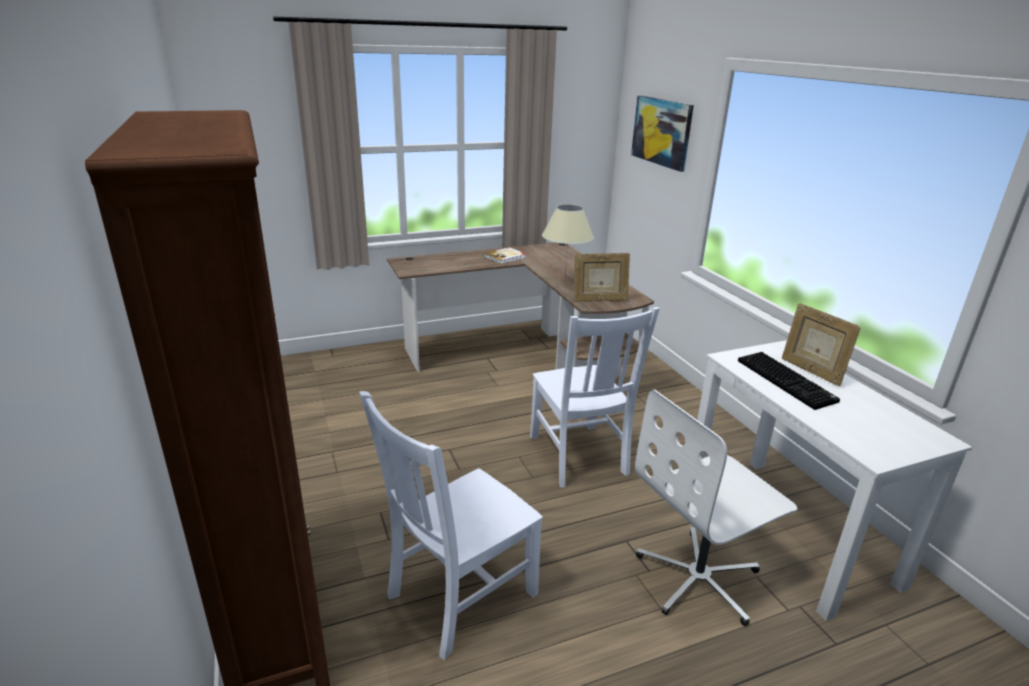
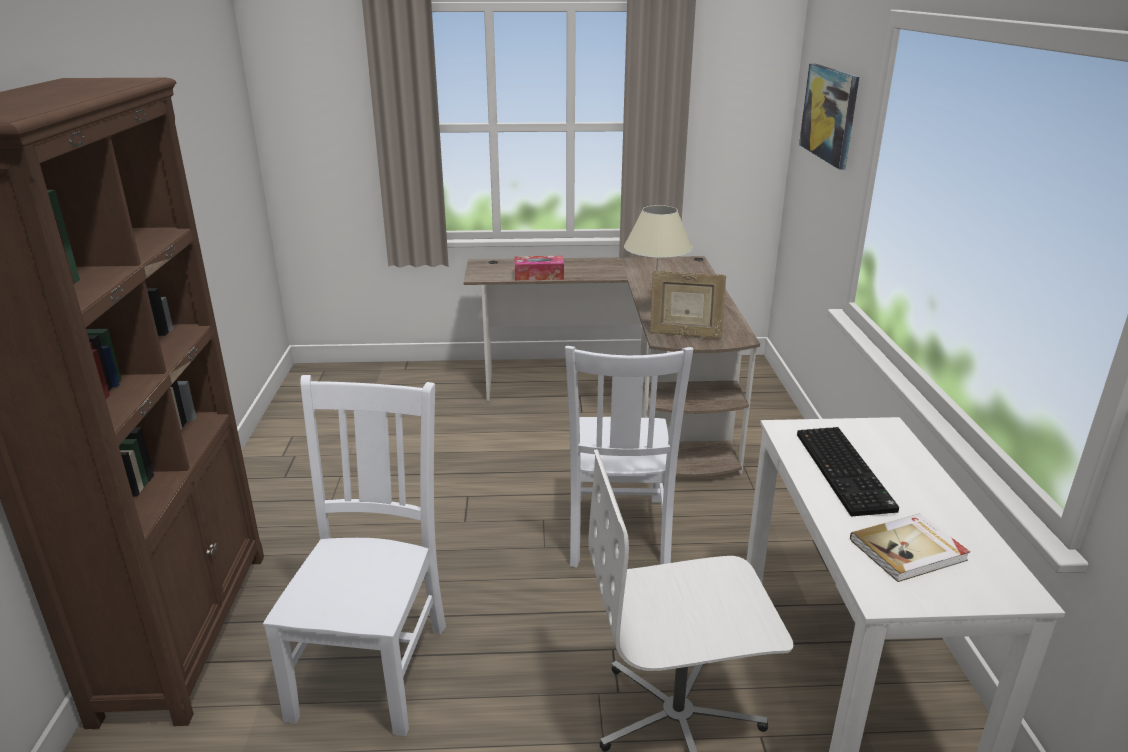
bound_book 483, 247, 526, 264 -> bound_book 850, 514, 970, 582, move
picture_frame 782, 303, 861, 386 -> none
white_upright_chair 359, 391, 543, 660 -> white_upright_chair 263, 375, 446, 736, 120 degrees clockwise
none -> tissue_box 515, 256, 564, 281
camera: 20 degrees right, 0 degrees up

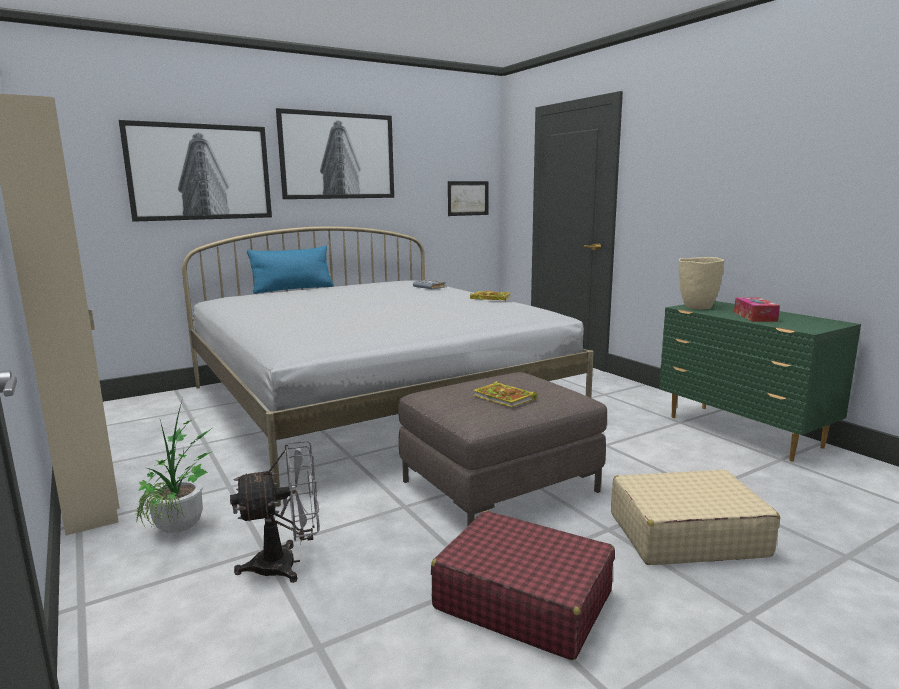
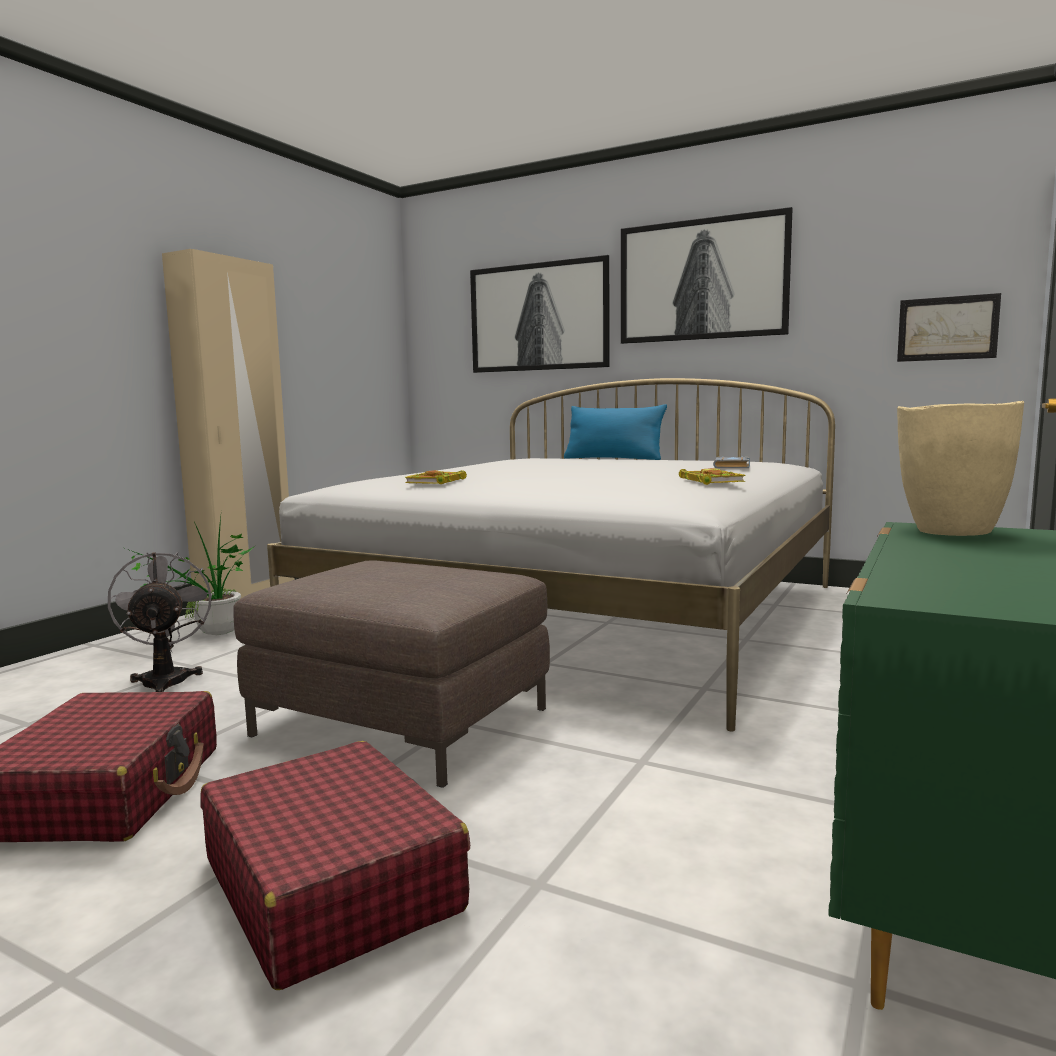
tissue_box 734, 297, 780, 322 -> none
bound_book 473, 381, 537, 407 -> bound_book 405, 470, 467, 484, move
grey_fan 230, 441, 320, 583 -> grey_fan 108, 552, 213, 692, 150 degrees counterclockwise
sand-coloured_travel_case 611, 469, 780, 565 -> reddish_travel_case 200, 741, 470, 990
camera: 60 degrees right, 5 degrees down

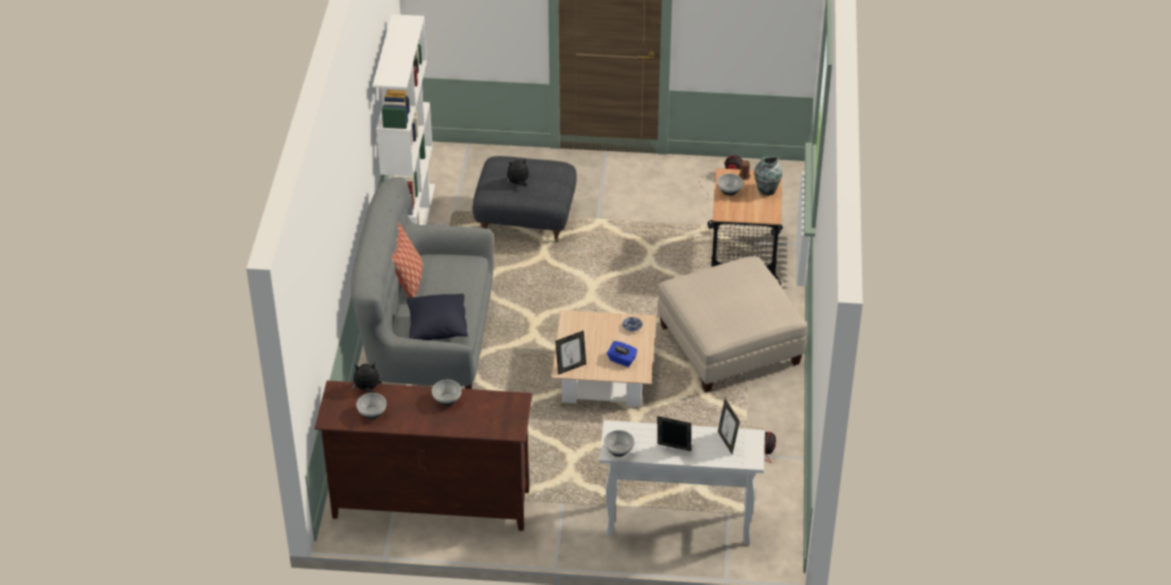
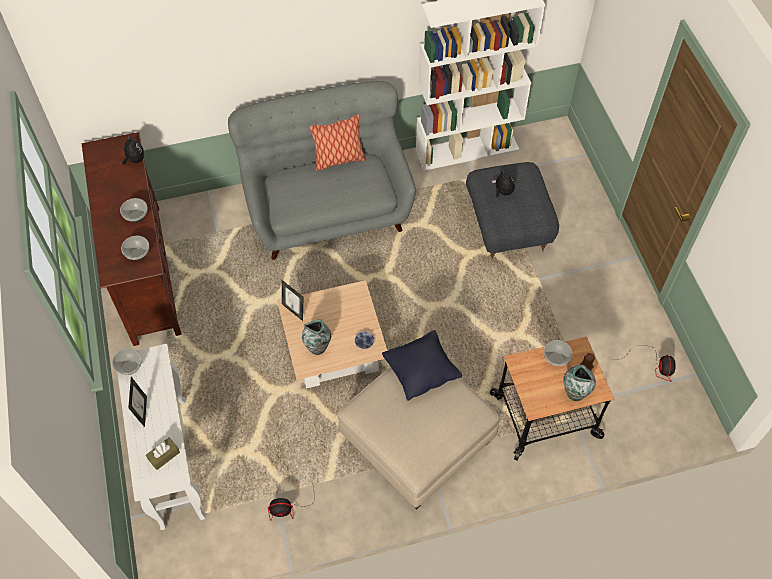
black-coloured_cushion 407, 294, 468, 340 -> black-coloured_cushion 382, 330, 462, 401, move
blue-coloured_tissue_box 607, 341, 638, 367 -> decorative_vase 302, 319, 331, 355
bowl 356, 393, 386, 419 -> bowl 121, 236, 149, 261, move
picture_frame 718, 399, 740, 454 -> brown-coloured_tissue_box 146, 437, 180, 470
camera: 70 degrees right, 15 degrees up

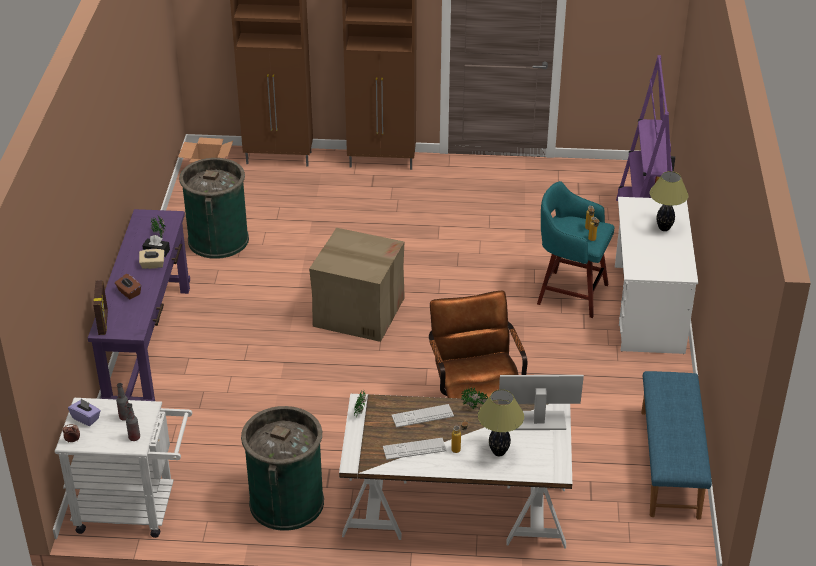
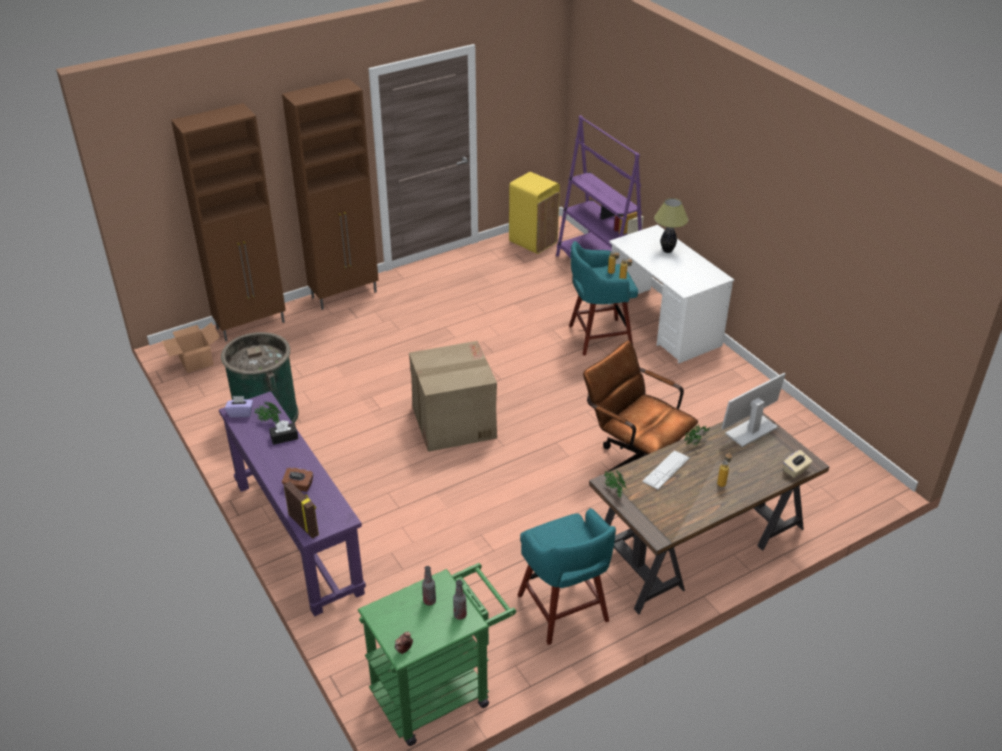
sand-coloured_tissue_box 139, 249, 165, 269 -> sand-coloured_tissue_box 783, 450, 813, 478, move
blue-coloured_long_seat 641, 371, 712, 520 -> none
tabletop_lamp 478, 389, 524, 456 -> none
white_desk_table 339, 394, 572, 548 -> brown-coloured_desk_table 589, 413, 829, 614
white_cart 55, 398, 192, 538 -> green-coloured_cart 358, 563, 516, 746
purple_tissue_box 68, 399, 101, 426 -> purple_tissue_box 225, 396, 253, 418, move
green-coloured_trash_can 241, 406, 324, 531 -> turquoise_stool 518, 508, 616, 645
computer_keyboard 383, 438, 447, 460 -> none
none -> yellow-coloured_trash_can 509, 172, 560, 254
camera: 35 degrees left, 0 degrees up

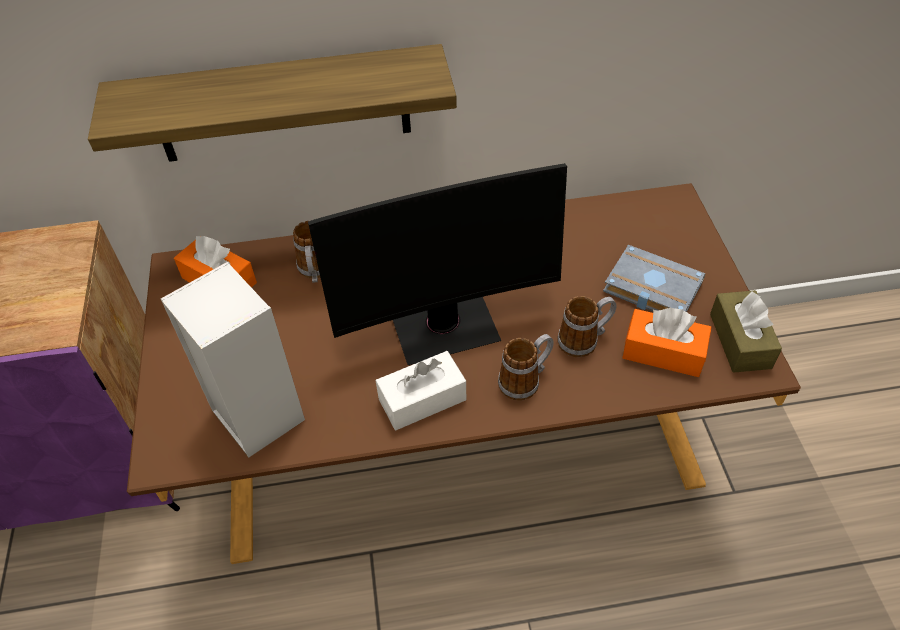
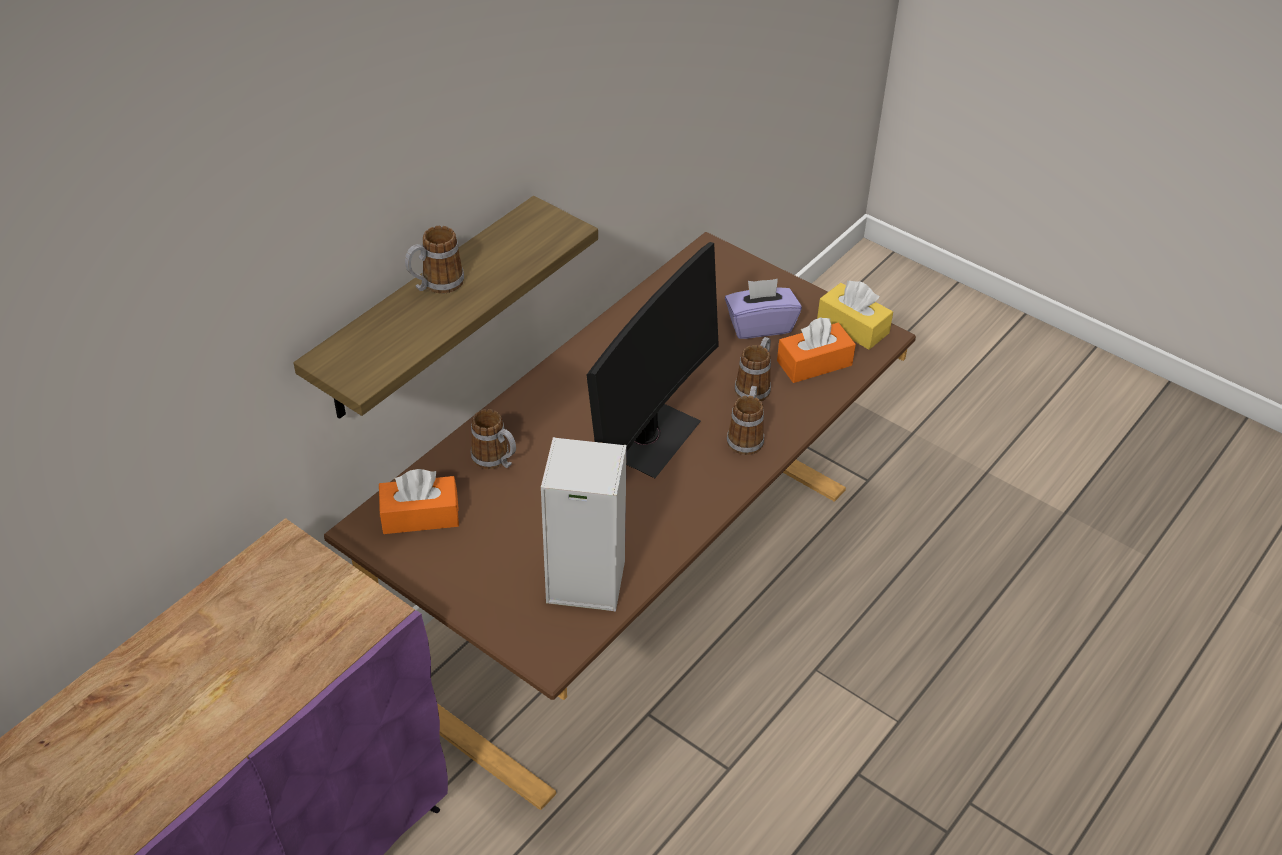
grey_bound_book 603, 245, 705, 312 -> purple_tissue_box 725, 279, 802, 339
brown-coloured_tissue_box 710, 290, 782, 373 -> yellow-coloured_tissue_box 817, 281, 893, 350
white_tissue_box 376, 351, 466, 430 -> none
none -> coffee_mug 405, 226, 464, 293
camera: 45 degrees left, 5 degrees down

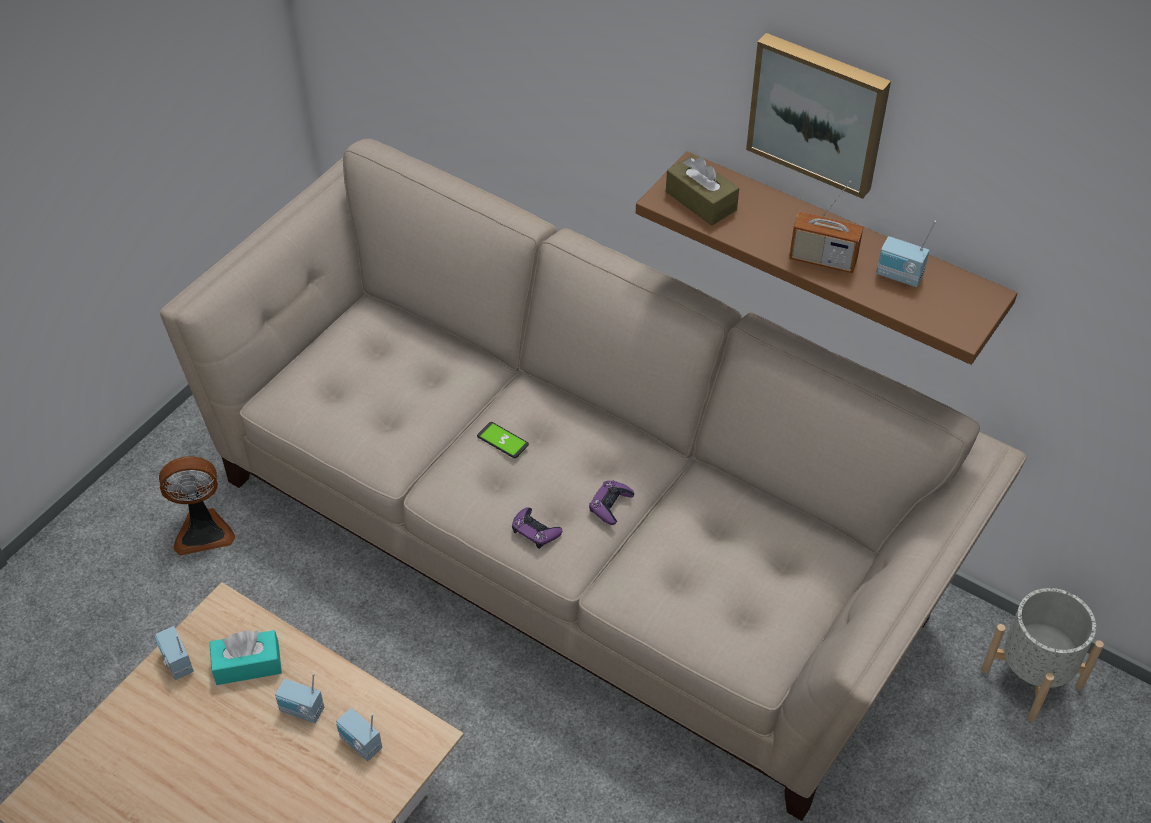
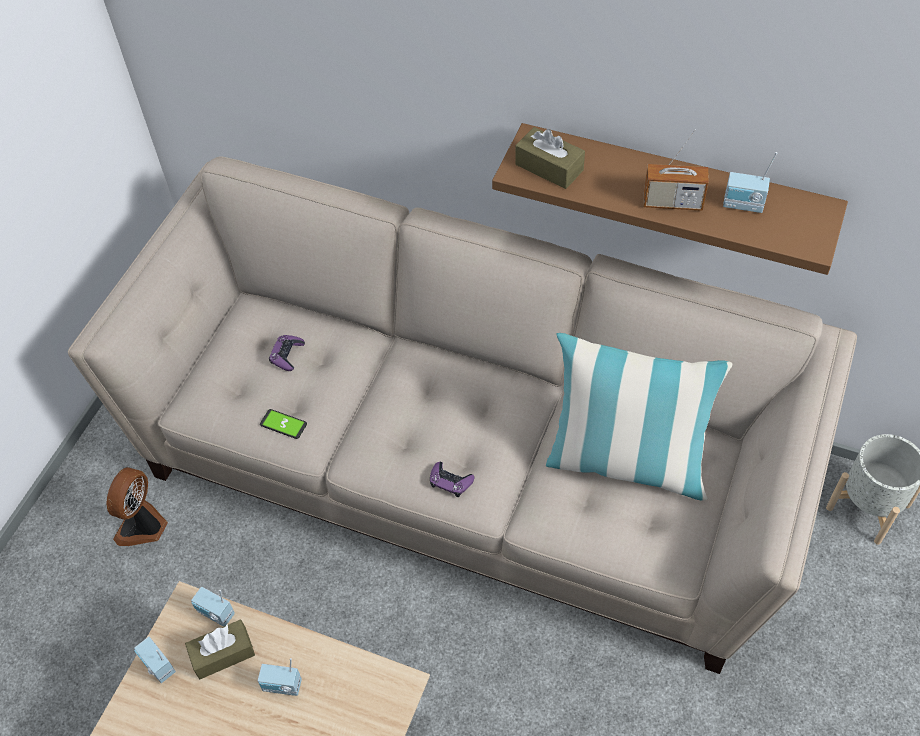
wall_art 746, 33, 891, 199 -> none
handset 477, 422, 529, 458 -> handset 260, 409, 307, 439, move
fan 159, 456, 235, 556 -> fan 107, 467, 168, 546, 135 degrees clockwise
purple_game_controller 589, 480, 634, 525 -> purple_game_controller 269, 335, 305, 371, move
turquoise_tissue_box 210, 630, 282, 685 -> brown-coloured_tissue_box 185, 620, 255, 679
radio_set 336, 708, 382, 761 -> radio_set 191, 586, 235, 627, move
none -> cushion 546, 333, 732, 501
camera: 10 degrees left, 5 degrees up

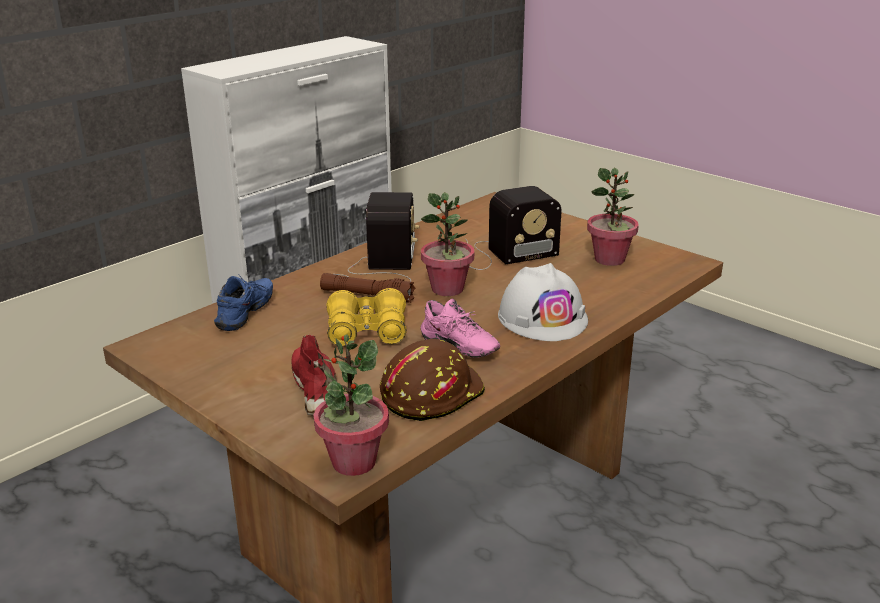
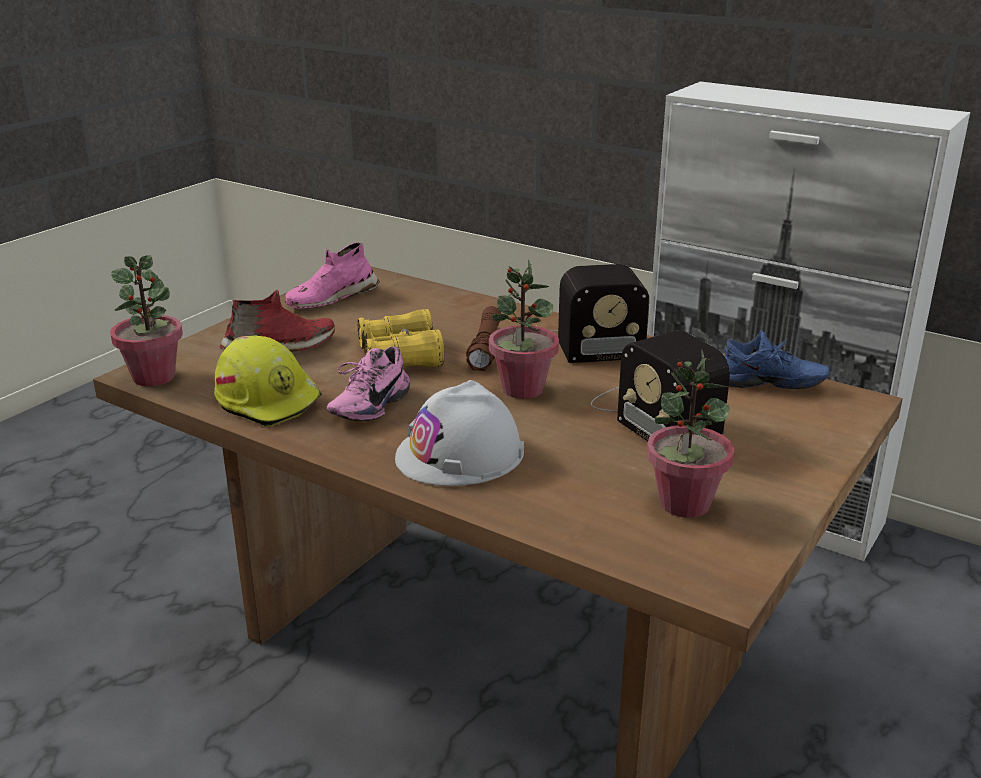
blue-coloured_shoe 214, 274, 273, 331 -> blue-coloured_shoe 724, 330, 830, 389, move
brown-coloured_work_helmet 380, 339, 485, 421 -> yellow-coloured_work_helmet 214, 336, 322, 427
none -> pink-coloured_shoe 285, 242, 380, 309
camera: 80 degrees right, 0 degrees up

